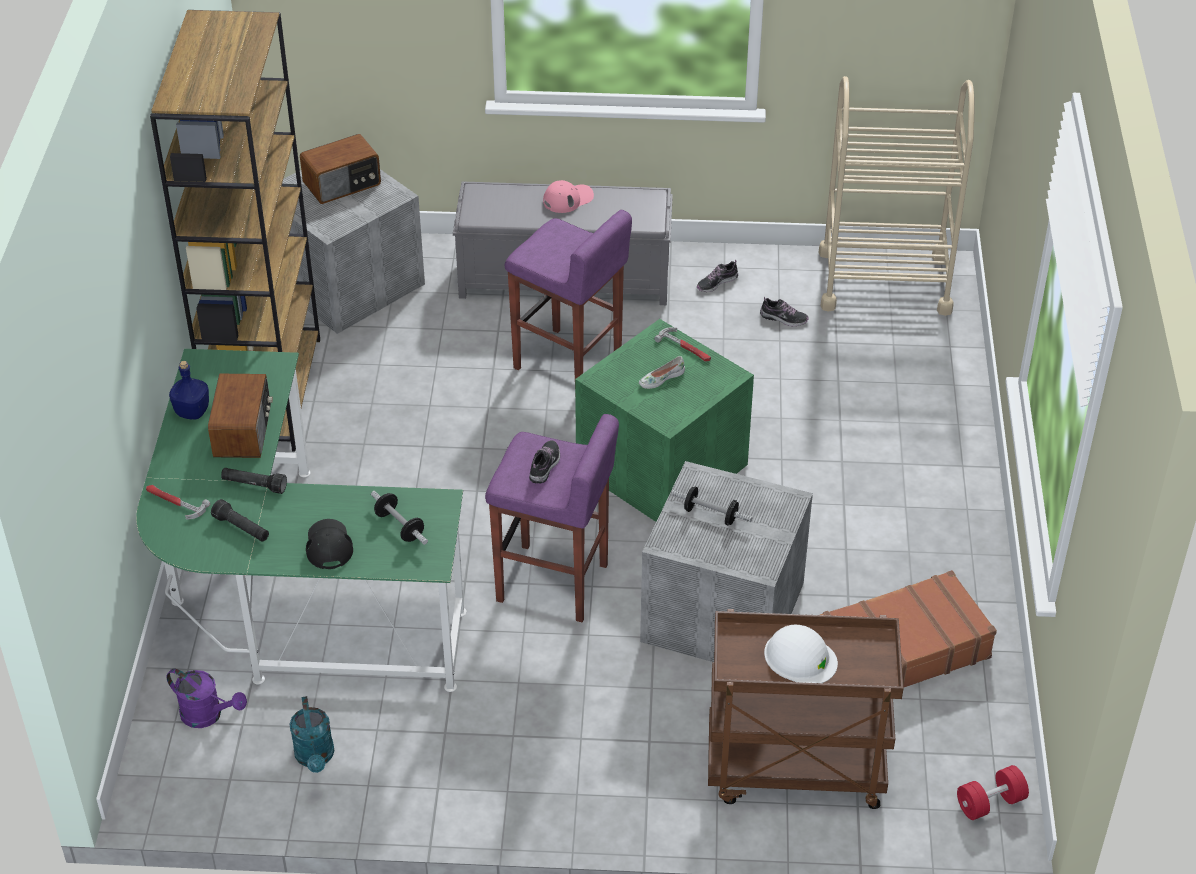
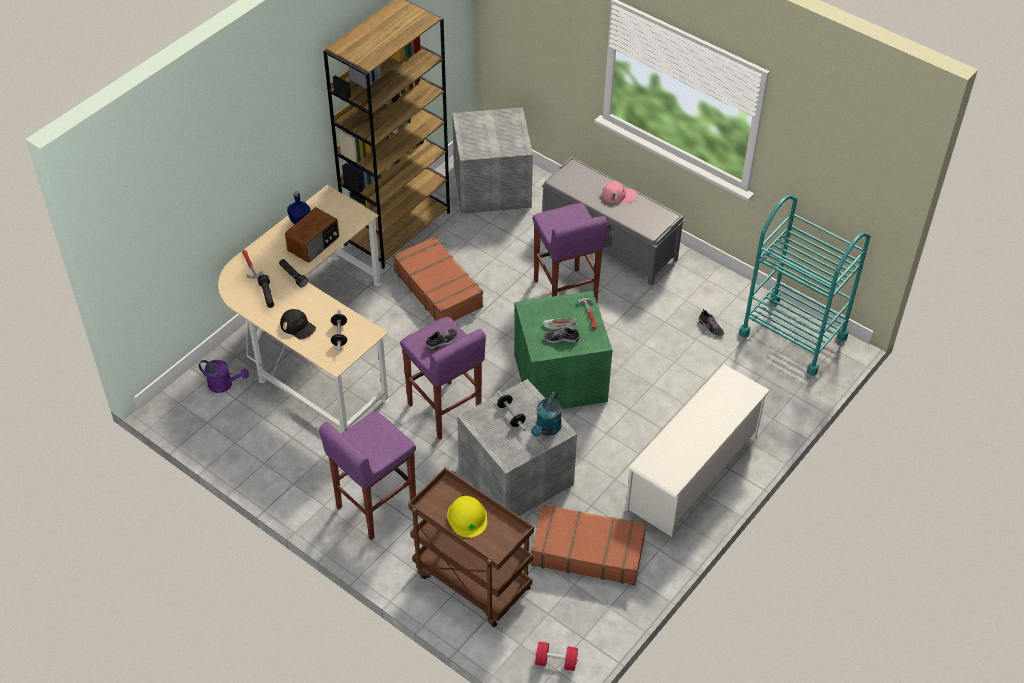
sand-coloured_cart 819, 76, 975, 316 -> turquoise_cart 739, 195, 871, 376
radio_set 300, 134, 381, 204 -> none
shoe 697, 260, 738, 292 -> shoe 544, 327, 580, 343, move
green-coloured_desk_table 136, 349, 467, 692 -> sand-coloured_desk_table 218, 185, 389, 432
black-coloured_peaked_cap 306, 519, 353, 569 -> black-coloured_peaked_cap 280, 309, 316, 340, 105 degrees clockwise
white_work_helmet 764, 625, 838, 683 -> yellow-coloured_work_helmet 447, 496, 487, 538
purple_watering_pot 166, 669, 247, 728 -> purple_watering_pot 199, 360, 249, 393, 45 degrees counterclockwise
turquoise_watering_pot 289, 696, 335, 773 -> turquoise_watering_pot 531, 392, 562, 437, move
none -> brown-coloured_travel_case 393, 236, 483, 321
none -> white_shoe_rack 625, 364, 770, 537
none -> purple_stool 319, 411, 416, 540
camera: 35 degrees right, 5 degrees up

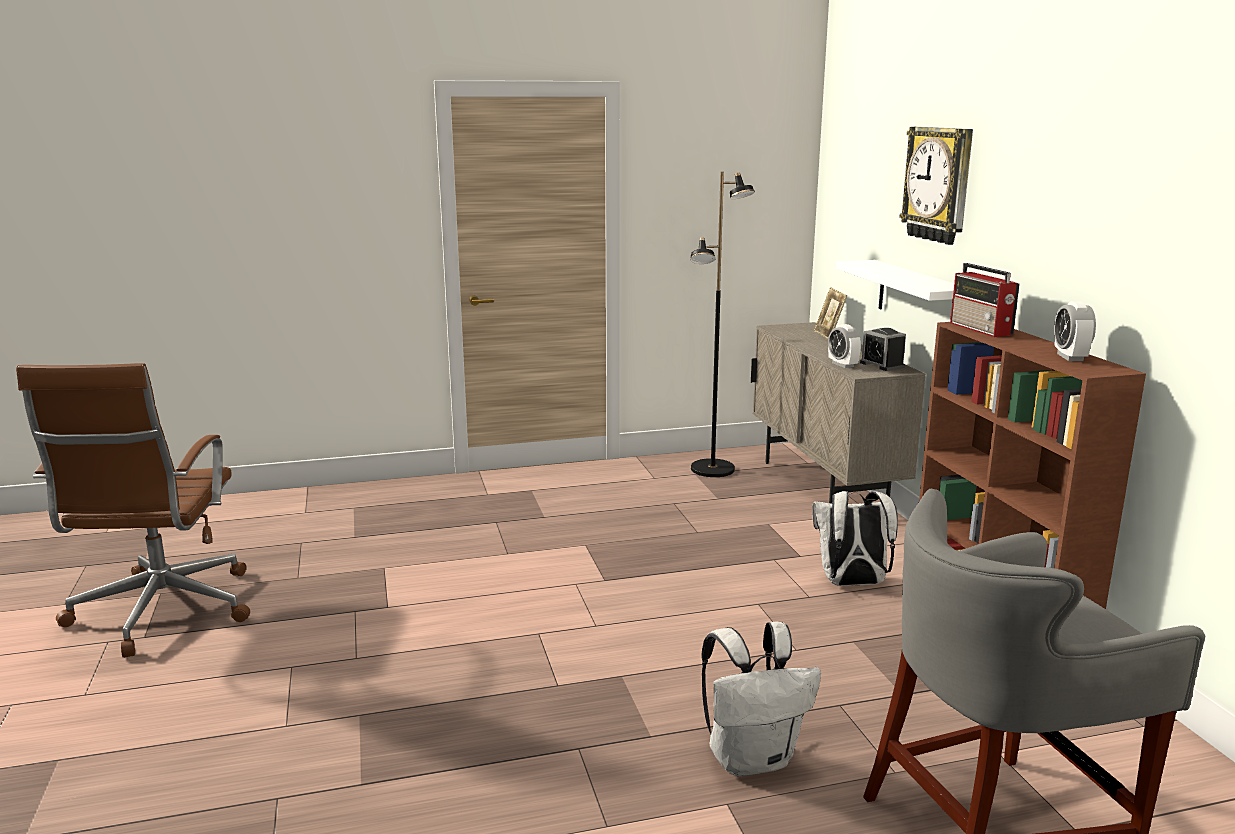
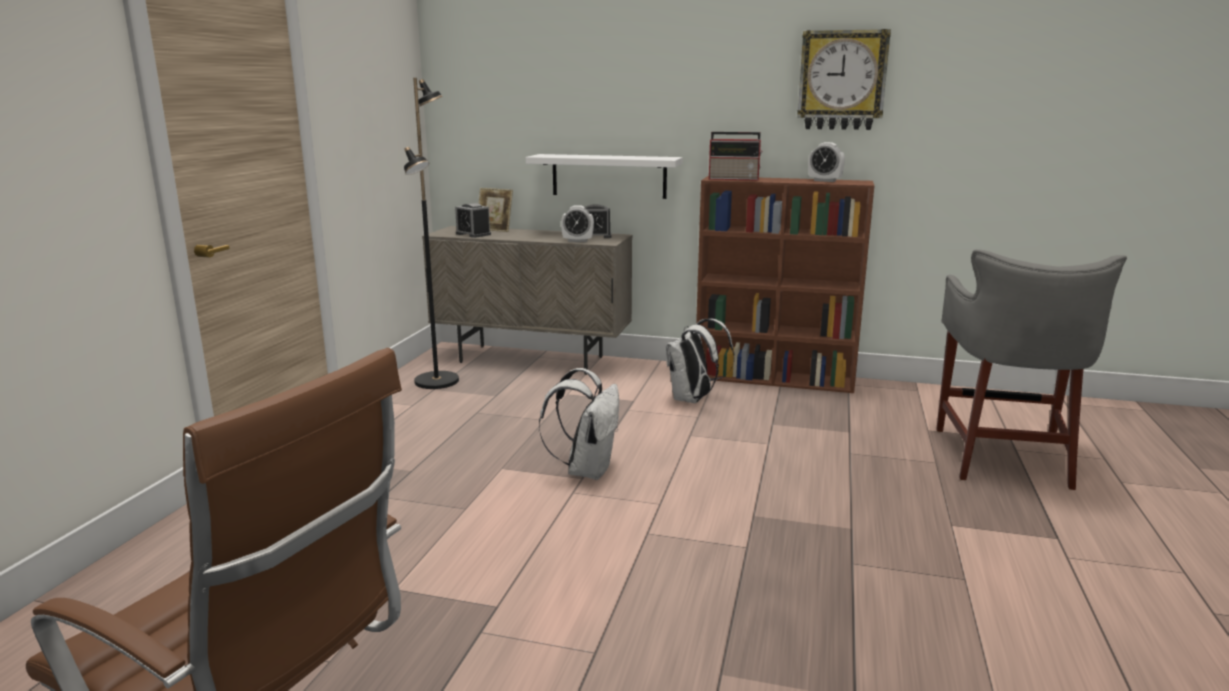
wall_clock 899, 127, 973, 245 -> wall_clock 797, 29, 891, 130, move
white_rucksack 702, 622, 821, 776 -> white_rucksack 539, 368, 619, 480, move
none -> alarm_clock 455, 203, 491, 238
camera: 60 degrees left, 0 degrees up

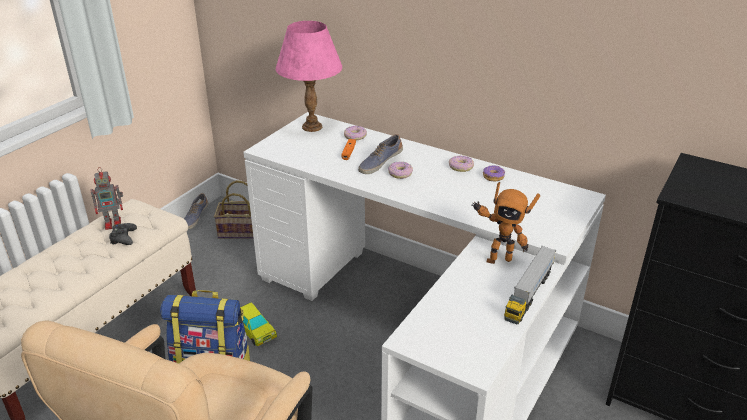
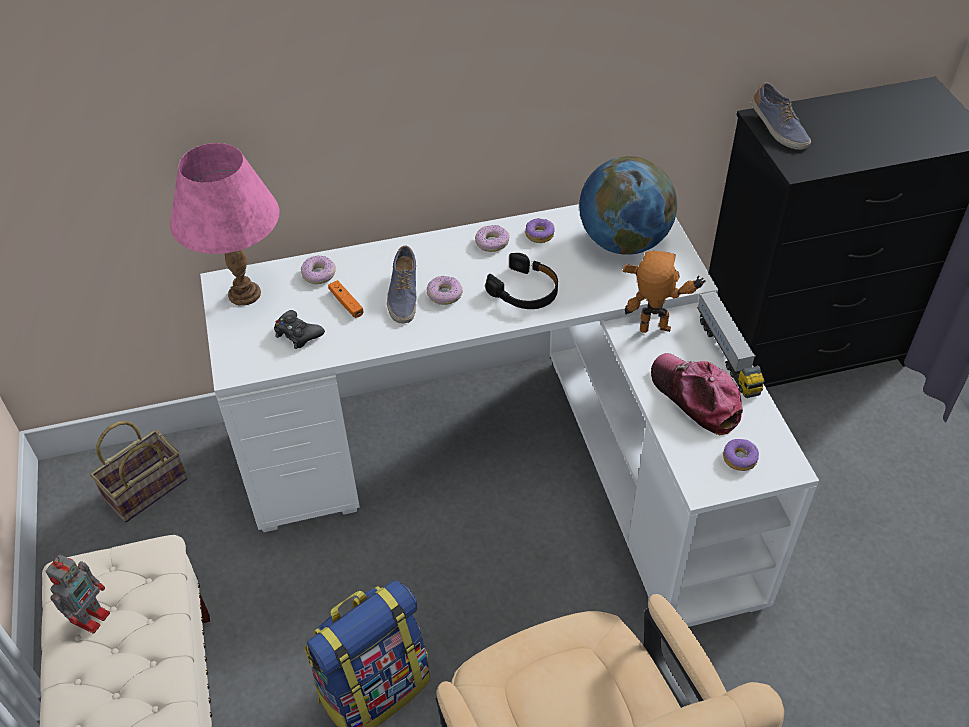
toy_robot 471, 182, 540, 264 -> toy_robot 623, 251, 706, 333, 135 degrees counterclockwise
shoe 184, 193, 208, 229 -> shoe 752, 82, 811, 150, move
black-coloured_game_controller 109, 223, 137, 245 -> black-coloured_game_controller 274, 310, 325, 349, move
toy_car 241, 303, 277, 346 -> none
none -> globe 579, 156, 677, 255
none -> black-coloured_headset 485, 253, 558, 309
none -> peaked_cap 651, 353, 743, 436
none -> donut 723, 439, 759, 471
camera: 45 degrees left, 15 degrees up

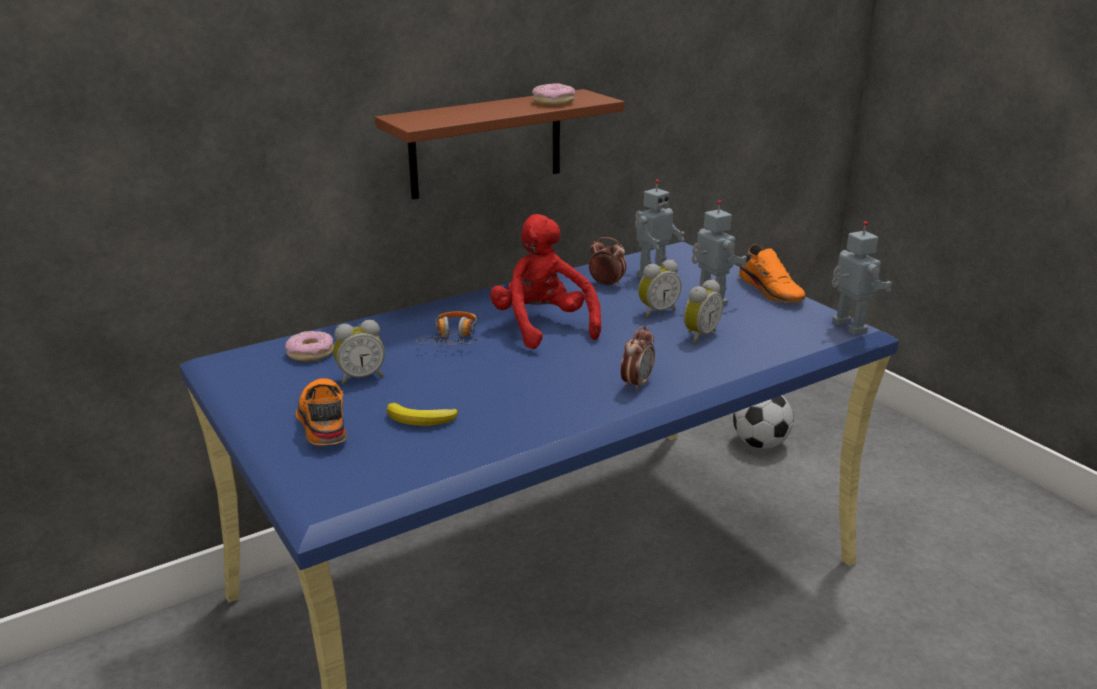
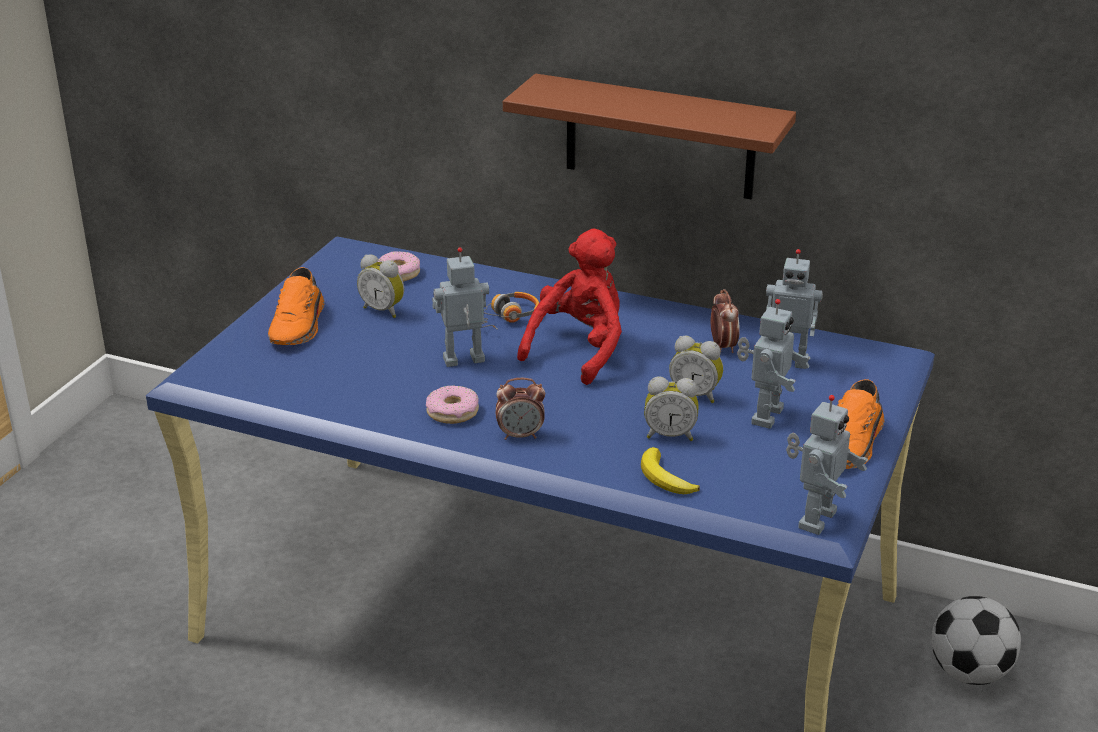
donut 532, 83, 575, 106 -> donut 426, 386, 479, 424, move
orange_shoe 296, 378, 347, 446 -> orange_shoe 268, 267, 325, 345, 150 degrees clockwise
banana_fruit 387, 403, 458, 426 -> banana_fruit 641, 447, 700, 494, move
none -> toy_robot 432, 247, 489, 367
camera: 55 degrees right, 5 degrees up

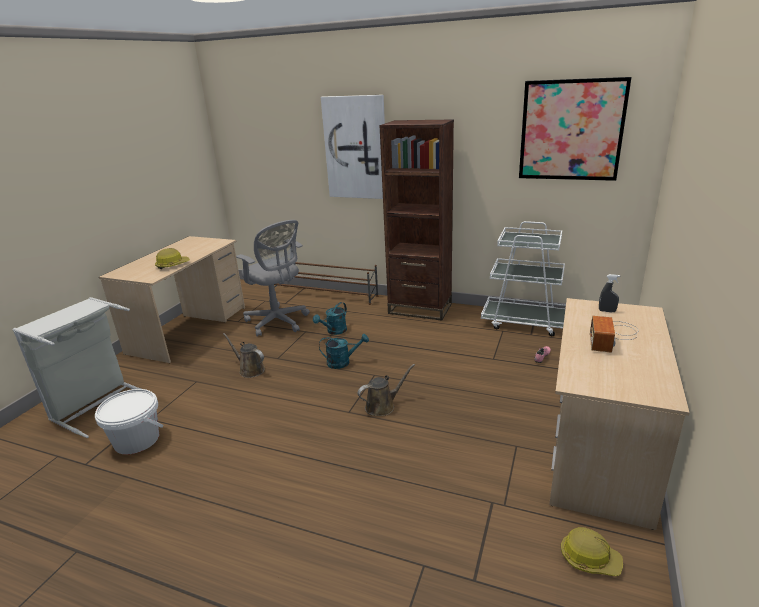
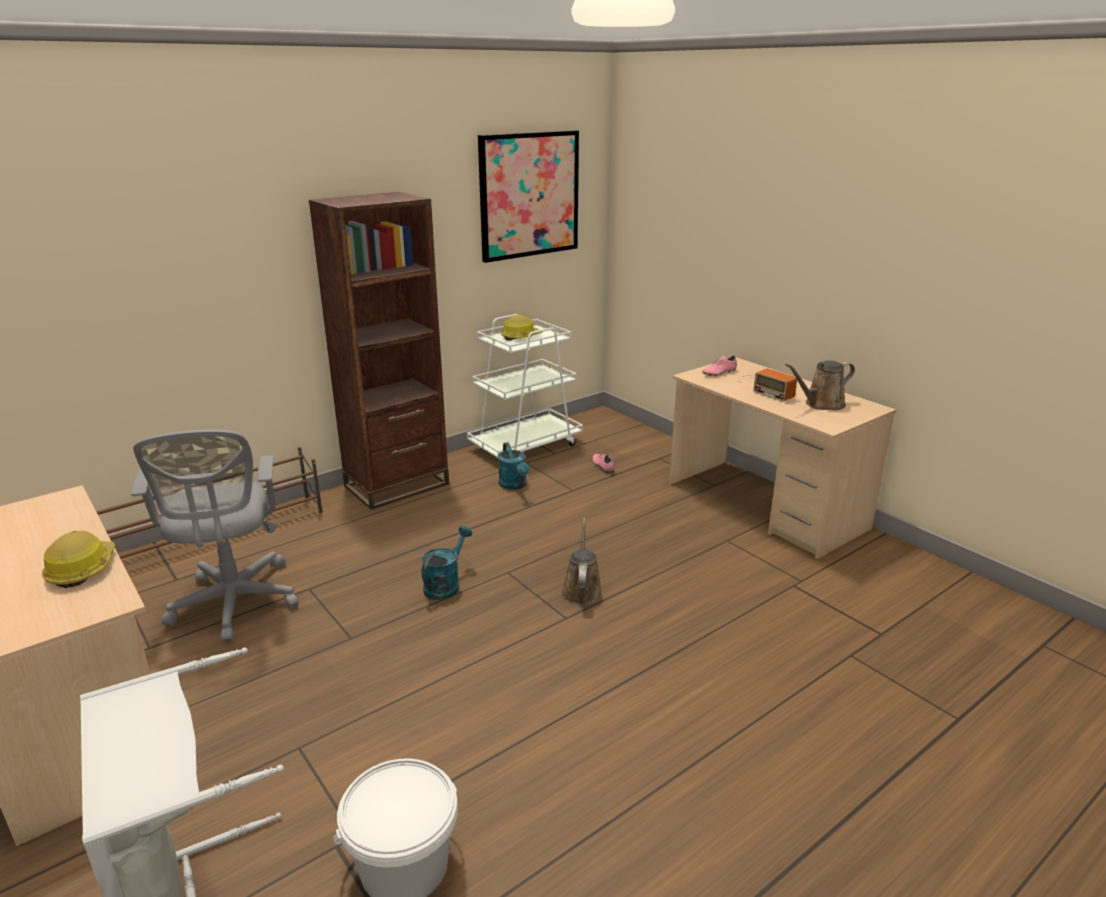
wall_art 321, 95, 385, 199 -> none
grey_computer_chair 236, 220, 310, 337 -> grey_computer_chair 131, 429, 298, 643, 90 degrees clockwise
grey_hand_sprayer 599, 274, 620, 312 -> pink-coloured_shoe 702, 355, 737, 377
turquoise_watering_pot 313, 302, 347, 335 -> turquoise_watering_pot 498, 442, 529, 490, move
brown-coloured_watering_pot 223, 333, 265, 378 -> brown-coloured_watering_pot 785, 360, 855, 410, move
work_helmet 561, 527, 623, 576 -> work_helmet 501, 314, 542, 341, move
camera: 60 degrees left, 0 degrees up

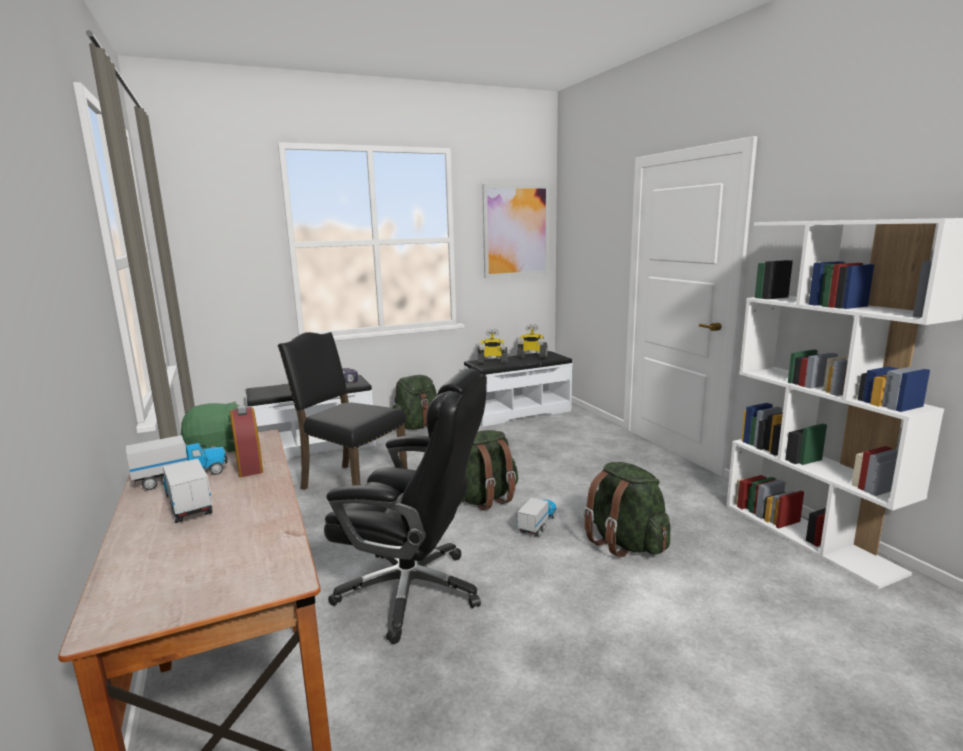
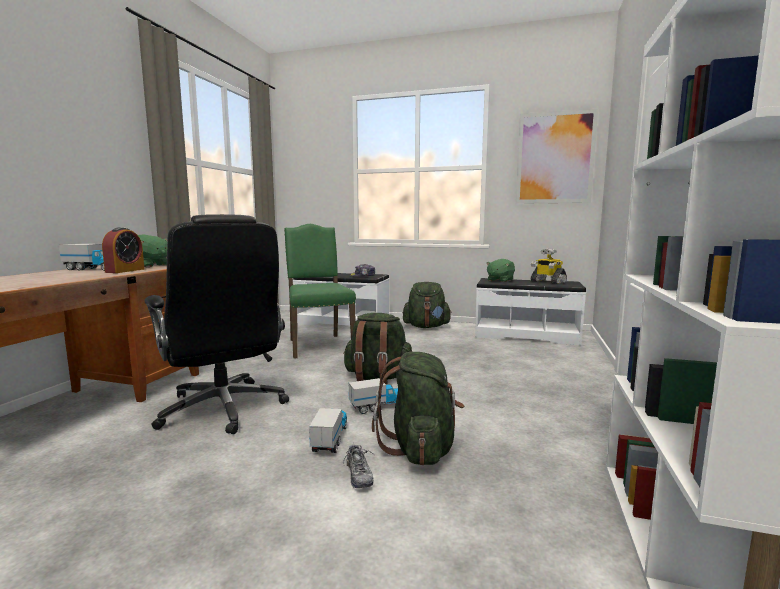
toy_robot 478, 329, 508, 364 -> green-coloured_plush_toy 486, 259, 515, 282
black-coloured_upright_chair 278, 332, 407, 490 -> green-coloured_upright_chair 284, 224, 356, 359
toy_truck 163, 459, 212, 523 -> toy_truck 309, 408, 347, 453, move
none -> shoe 343, 444, 374, 488
camera: 40 degrees right, 5 degrees down

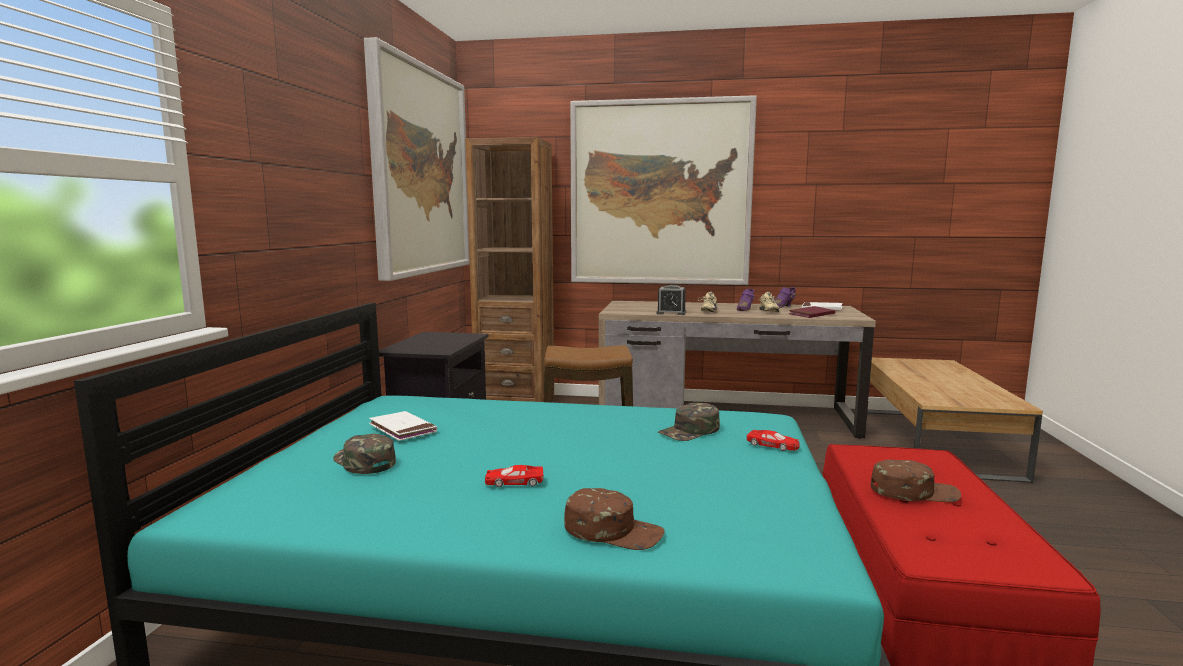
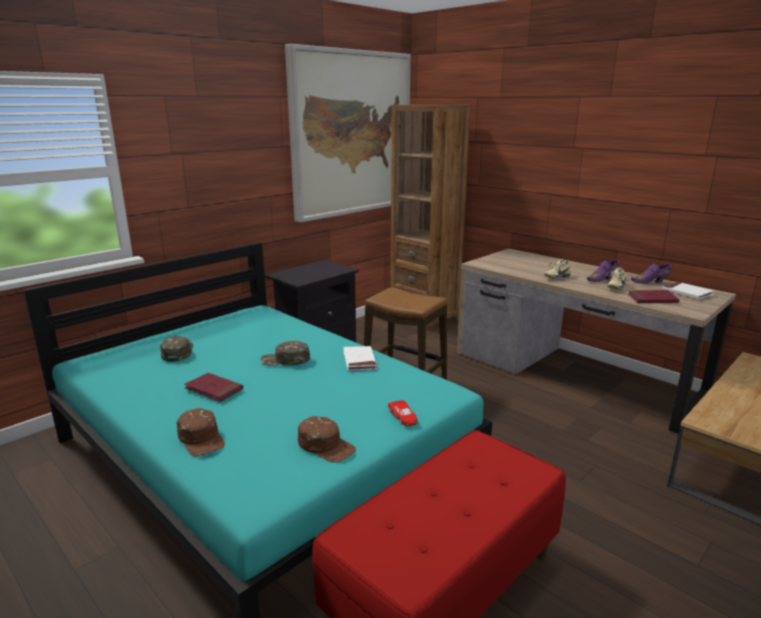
wall_art 570, 95, 757, 285 -> none
alarm_clock 656, 285, 686, 315 -> none
green-coloured_peaked_cap 658, 403, 720, 441 -> green-coloured_peaked_cap 260, 341, 310, 366, move
white_bound_book 369, 411, 437, 441 -> white_bound_book 343, 346, 377, 371, move
brown-coloured_peaked_cap 871, 460, 961, 502 -> brown-coloured_peaked_cap 298, 416, 356, 463, move
reddish_toy_car 485, 465, 544, 487 -> reddish_bound_book 184, 373, 243, 402
camera: 35 degrees right, 10 degrees up

